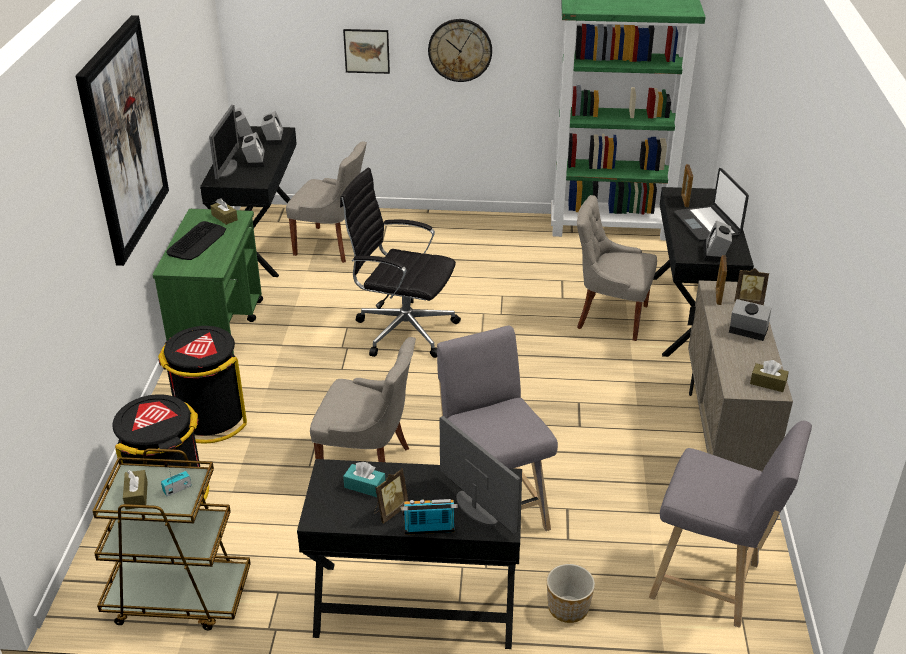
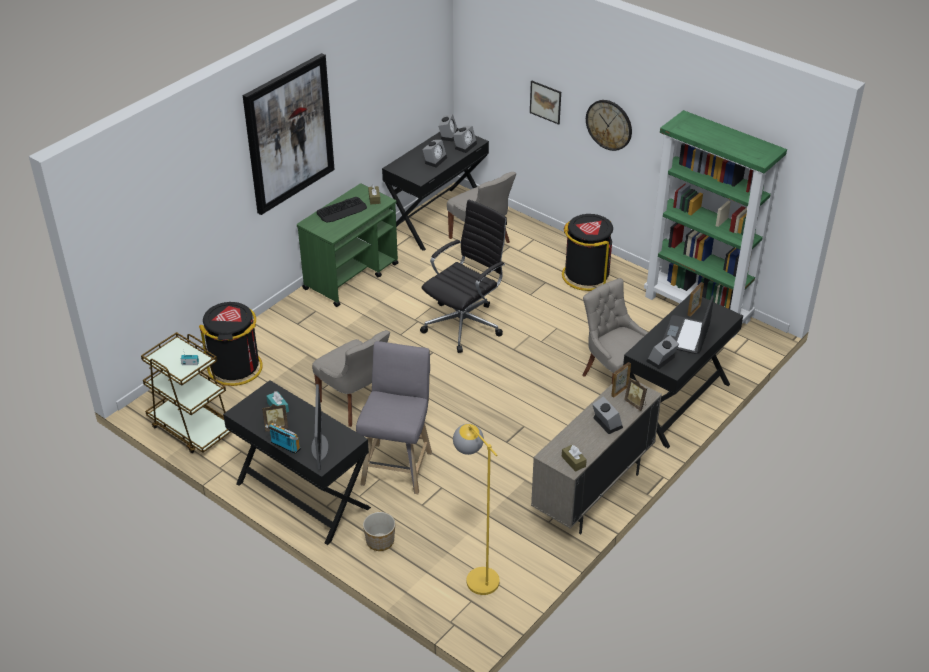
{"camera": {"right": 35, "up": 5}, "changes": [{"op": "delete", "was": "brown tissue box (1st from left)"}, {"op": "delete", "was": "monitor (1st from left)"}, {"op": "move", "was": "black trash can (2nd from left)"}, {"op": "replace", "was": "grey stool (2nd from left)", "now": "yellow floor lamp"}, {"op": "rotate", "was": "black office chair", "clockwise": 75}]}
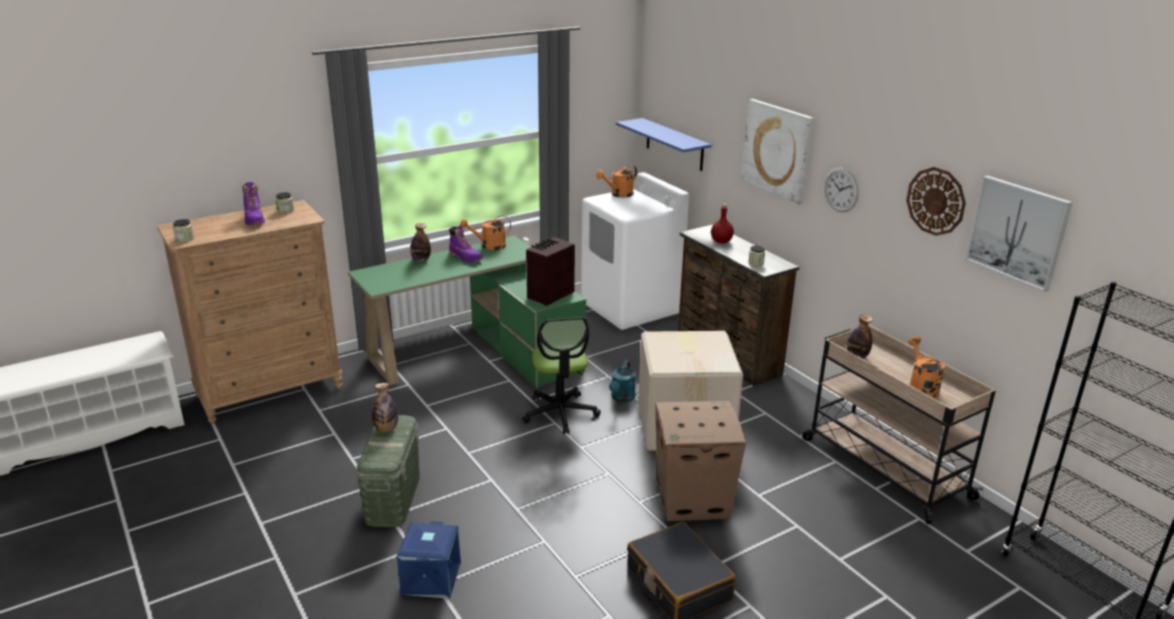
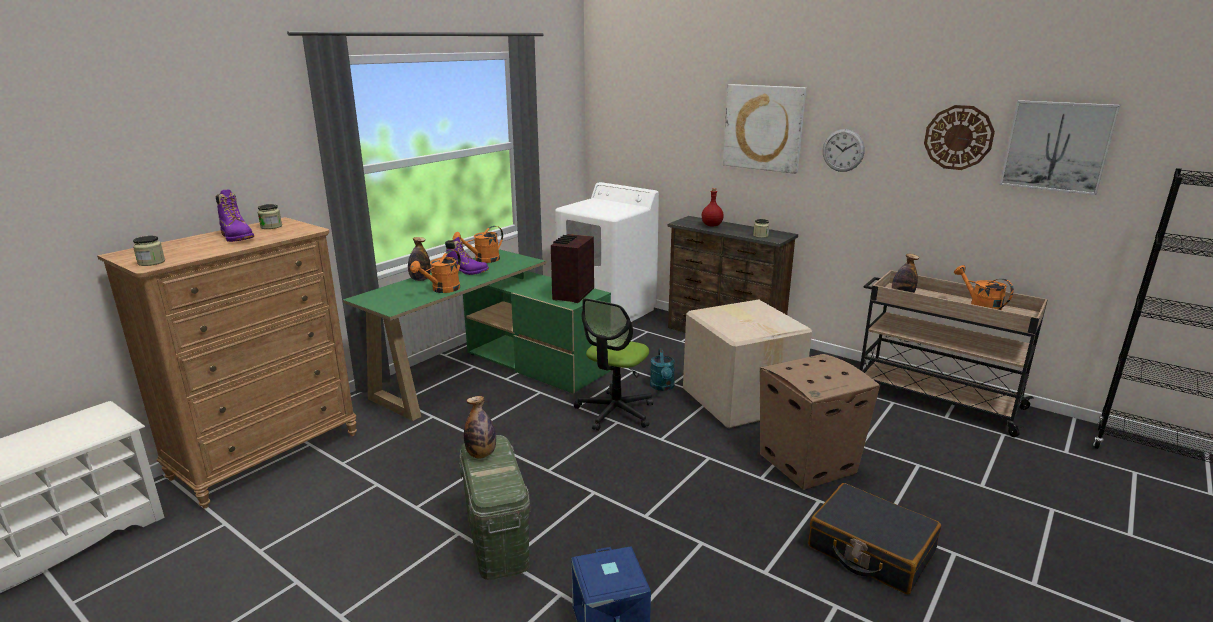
{"camera": {"right": -20, "up": -5}, "changes": [{"op": "delete", "was": "blue shelf"}, {"op": "move", "was": "orange watering can (2nd from left in the first image)", "now": "orange watering can (1st from left)"}, {"op": "rotate", "was": "office chair", "clockwise": 60}]}
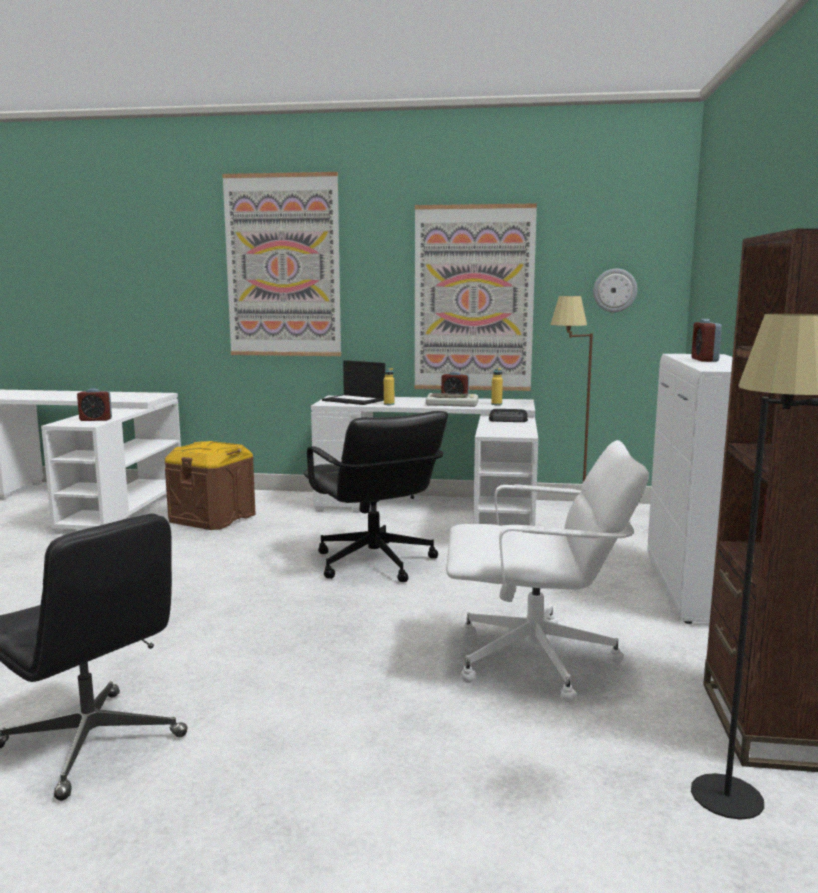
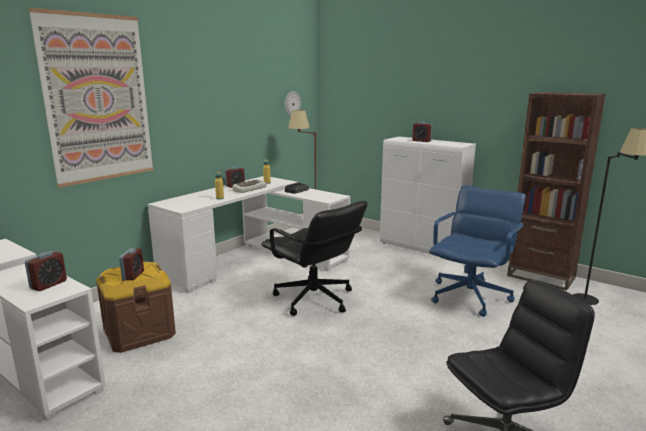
{"camera": {"right": -60, "up": 5}, "changes": [{"op": "delete", "was": "laptop"}, {"op": "delete", "was": "picture (2nd from left)"}, {"op": "insert", "now": "alarm clock (2nd from left)"}, {"op": "recolor", "was": "white office chair", "now": "blue office chair"}, {"op": "rotate", "was": "black office chair (2nd from left in the first image)", "clockwise": 45}]}
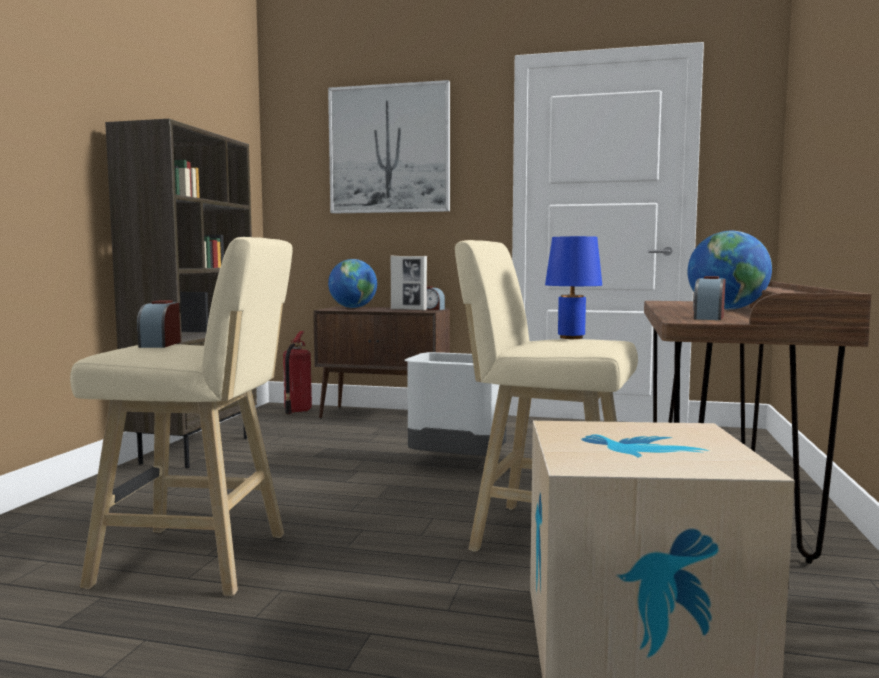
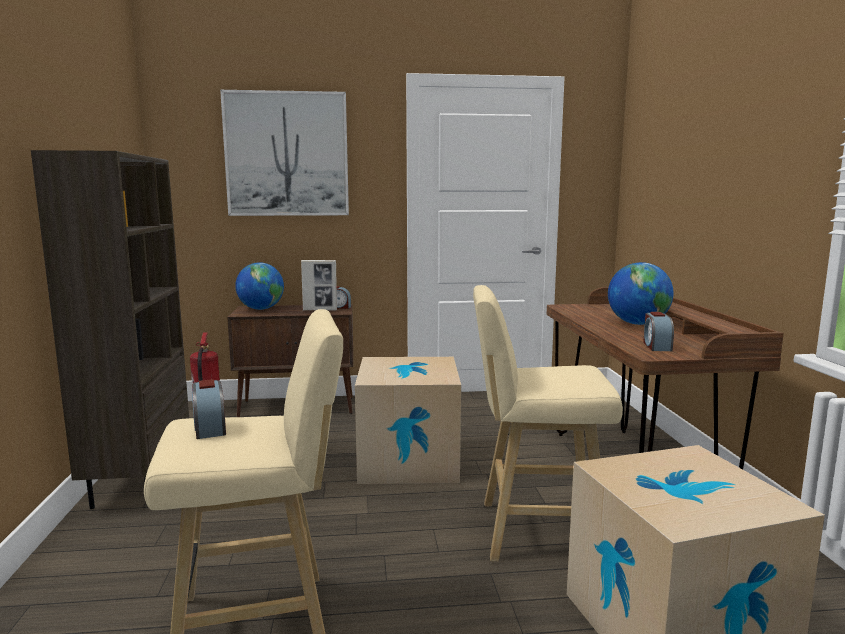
{"camera": {"right": -20, "up": 5}, "changes": [{"op": "delete", "was": "blue table lamp"}, {"op": "replace", "was": "grey trash can", "now": "cardboard box (1st from left)"}]}
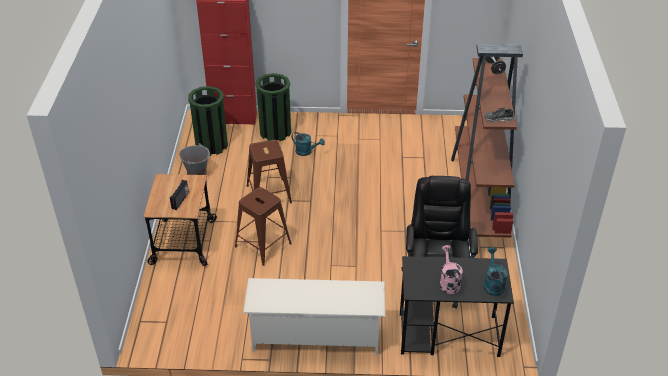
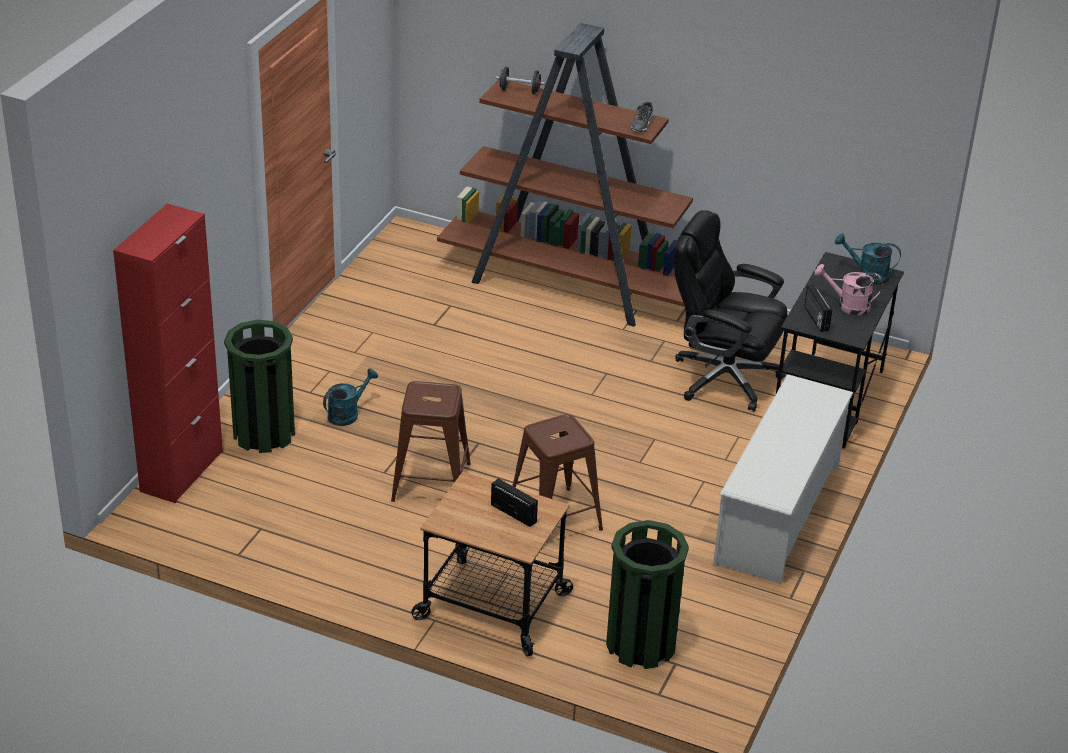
{"camera": {"right": -70, "up": -5}, "changes": [{"op": "delete", "was": "grey bucket"}, {"op": "insert", "now": "radio (2nd from left)"}, {"op": "move", "was": "green trash can (1st from left in the first image)", "now": "green trash can (2nd from left)"}]}
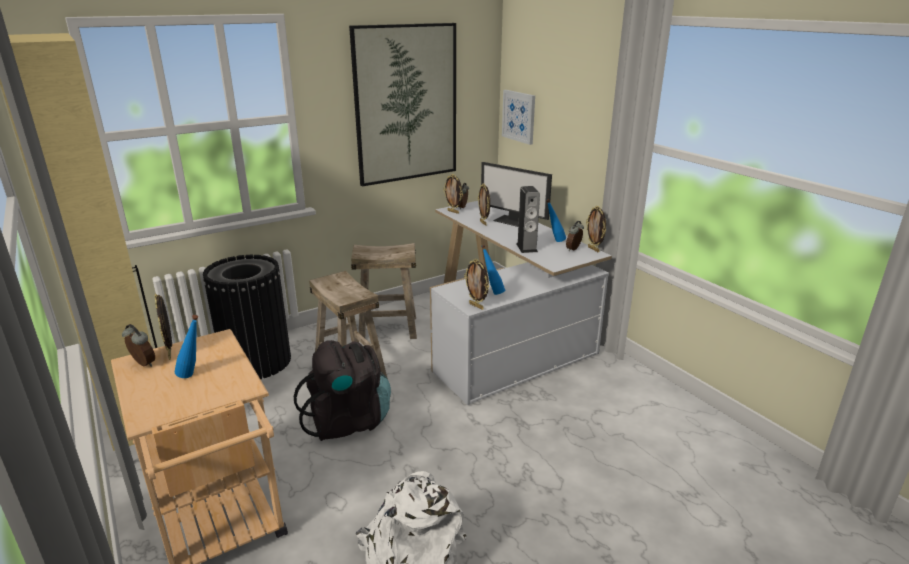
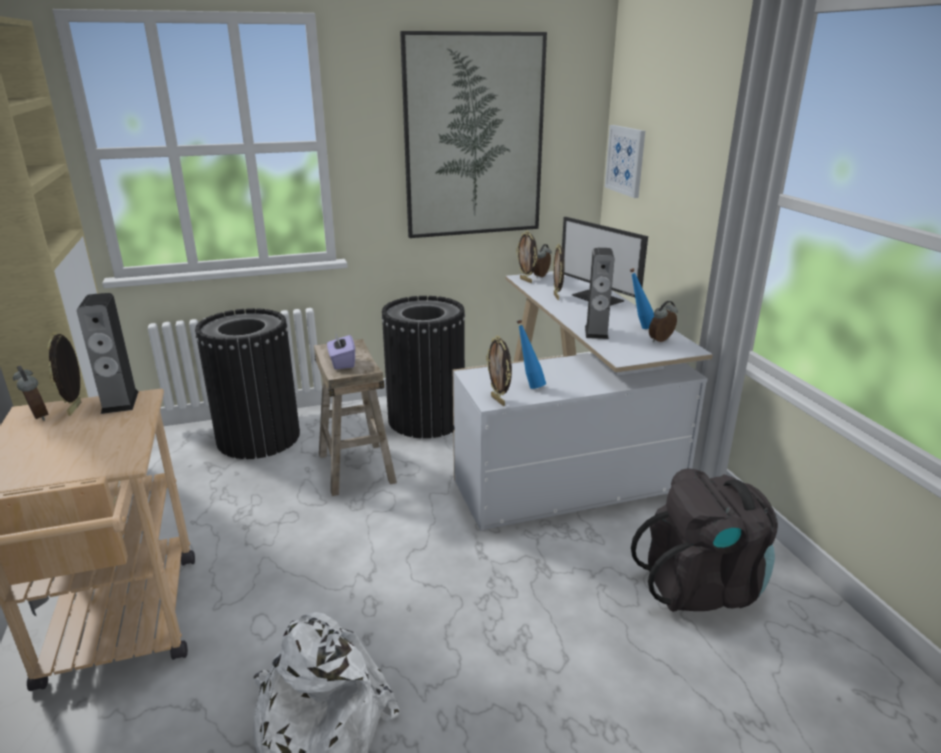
{"camera": {"right": 15, "up": 0}, "changes": [{"op": "delete", "was": "blue bottle (1st from left)"}, {"op": "delete", "was": "picture frame (5th from left)"}, {"op": "insert", "now": "speaker (1st from left)"}, {"op": "insert", "now": "purple tissue box"}, {"op": "move", "was": "black backpack"}, {"op": "replace", "was": "beige stool (2nd from left)", "now": "black trash can (2nd from left)"}]}
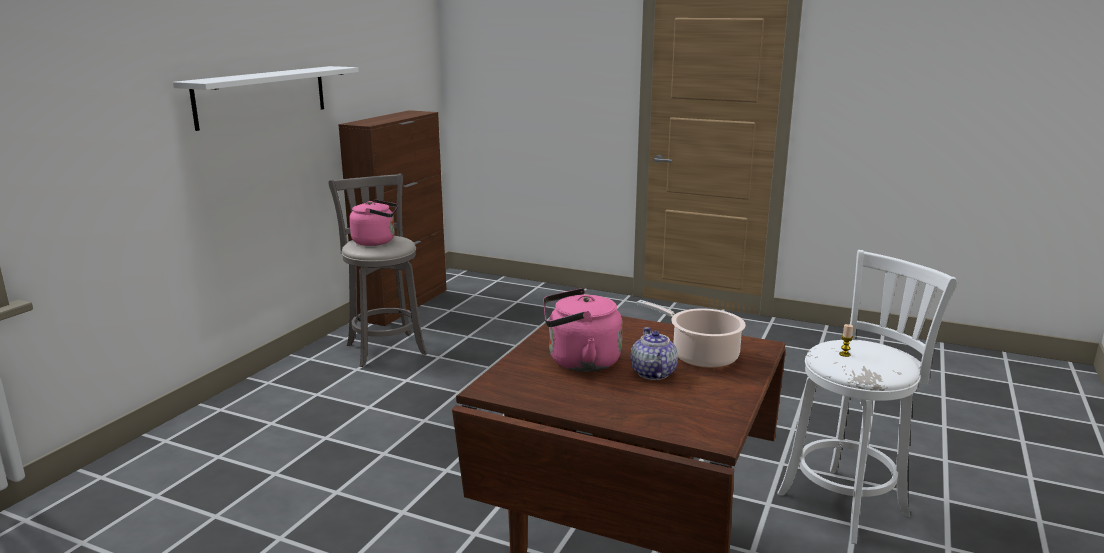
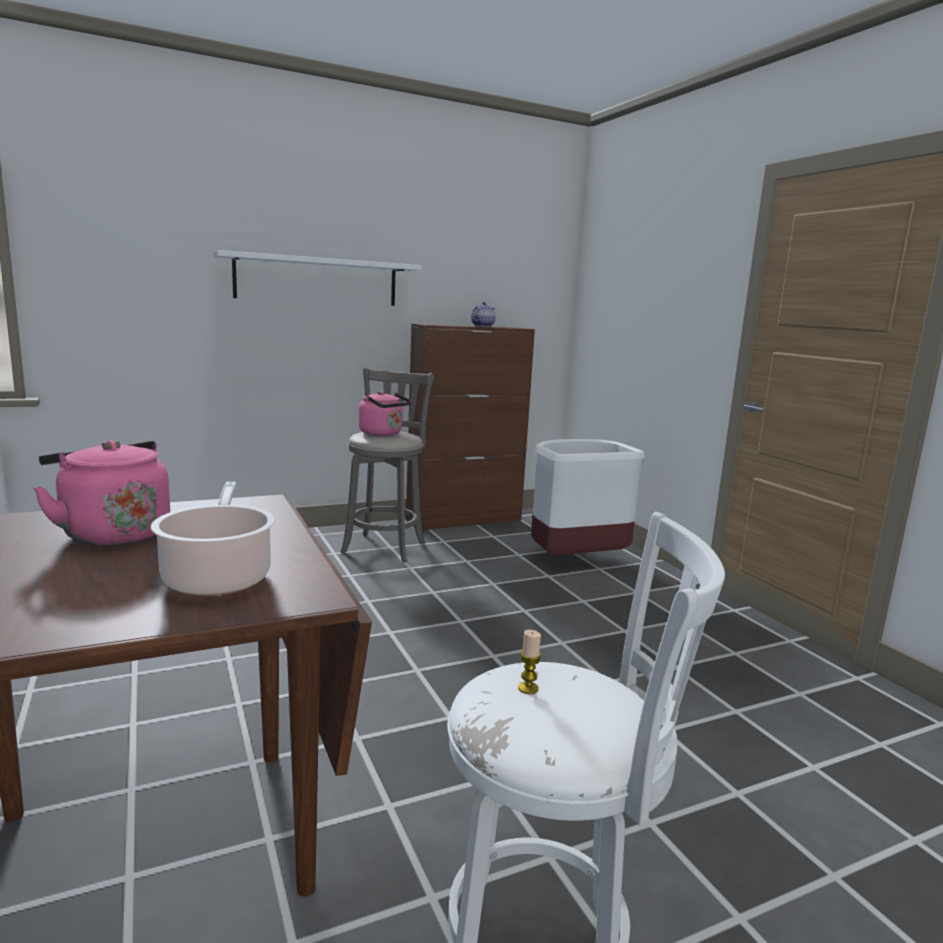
{"camera": {"right": 40, "up": -5}, "changes": [{"op": "insert", "now": "white trash can"}, {"op": "move", "was": "teapot"}]}
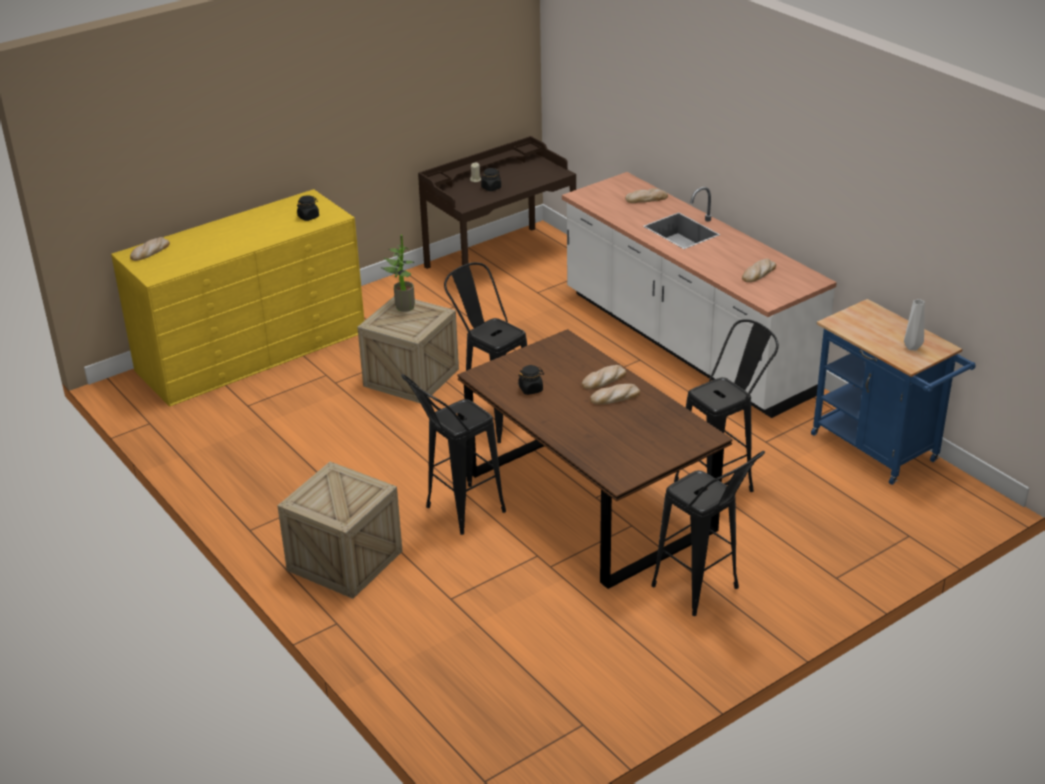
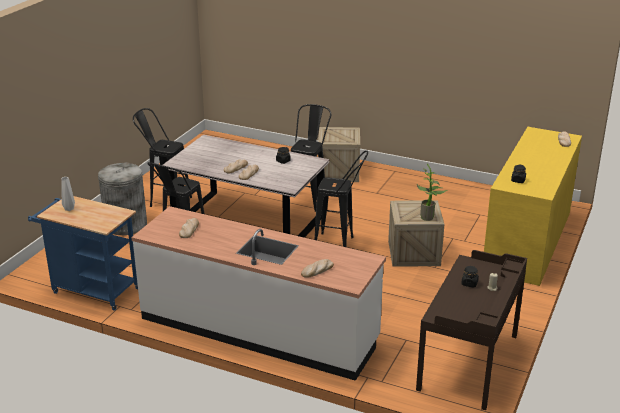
{"camera": {"right": 150, "up": -5}, "changes": [{"op": "insert", "now": "grey trash can"}, {"op": "recolor", "was": "brown dining table", "now": "grey dining table"}]}
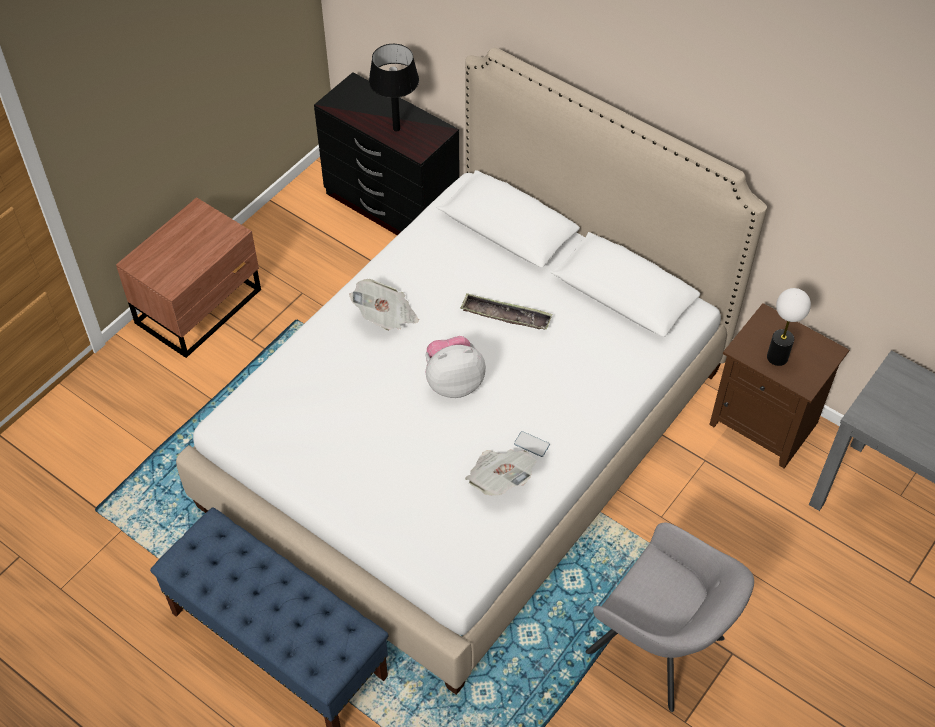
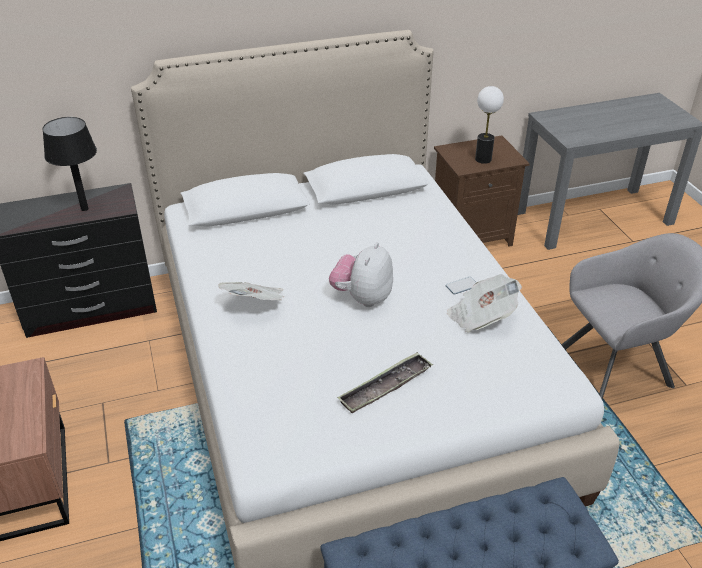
{"camera": {"right": -55, "up": -15}, "changes": [{"op": "move", "was": "tray"}]}
